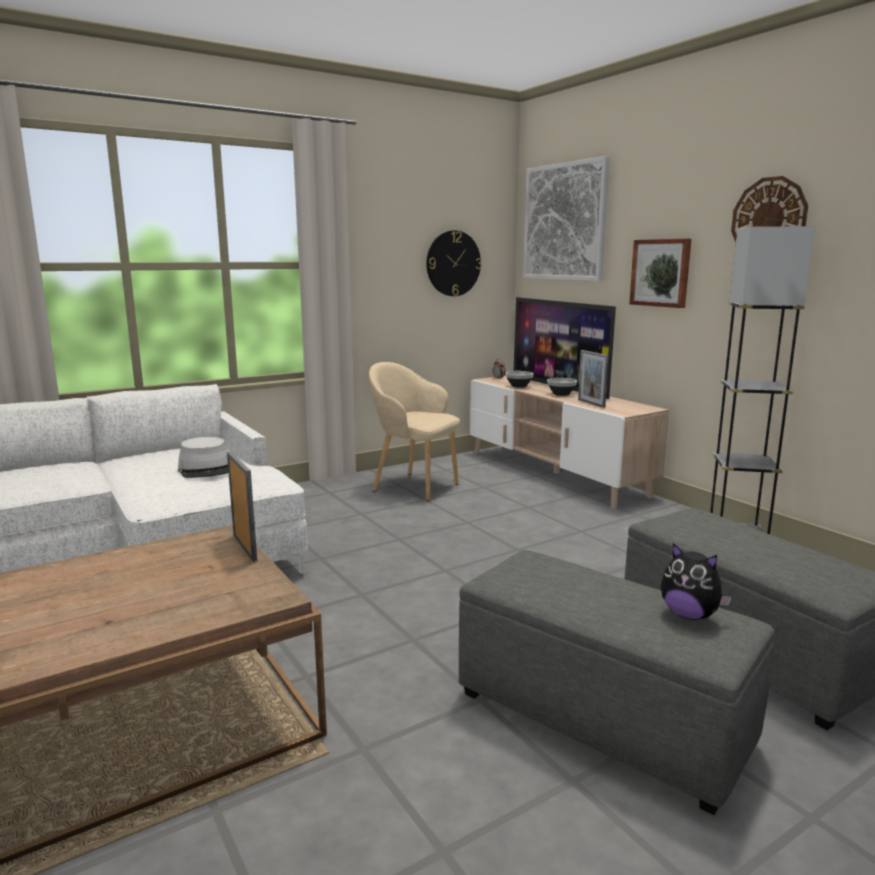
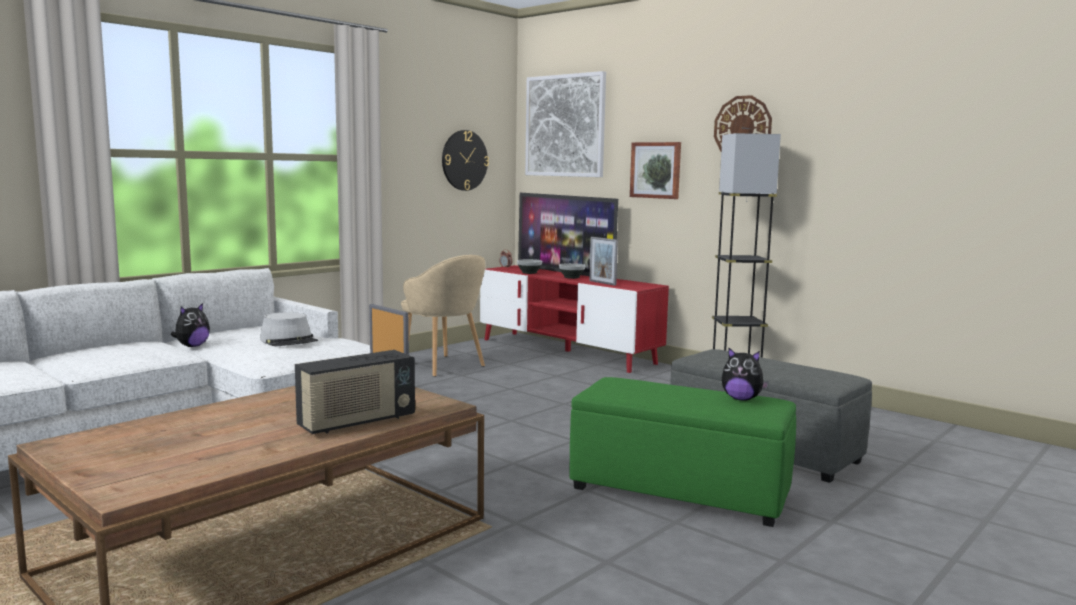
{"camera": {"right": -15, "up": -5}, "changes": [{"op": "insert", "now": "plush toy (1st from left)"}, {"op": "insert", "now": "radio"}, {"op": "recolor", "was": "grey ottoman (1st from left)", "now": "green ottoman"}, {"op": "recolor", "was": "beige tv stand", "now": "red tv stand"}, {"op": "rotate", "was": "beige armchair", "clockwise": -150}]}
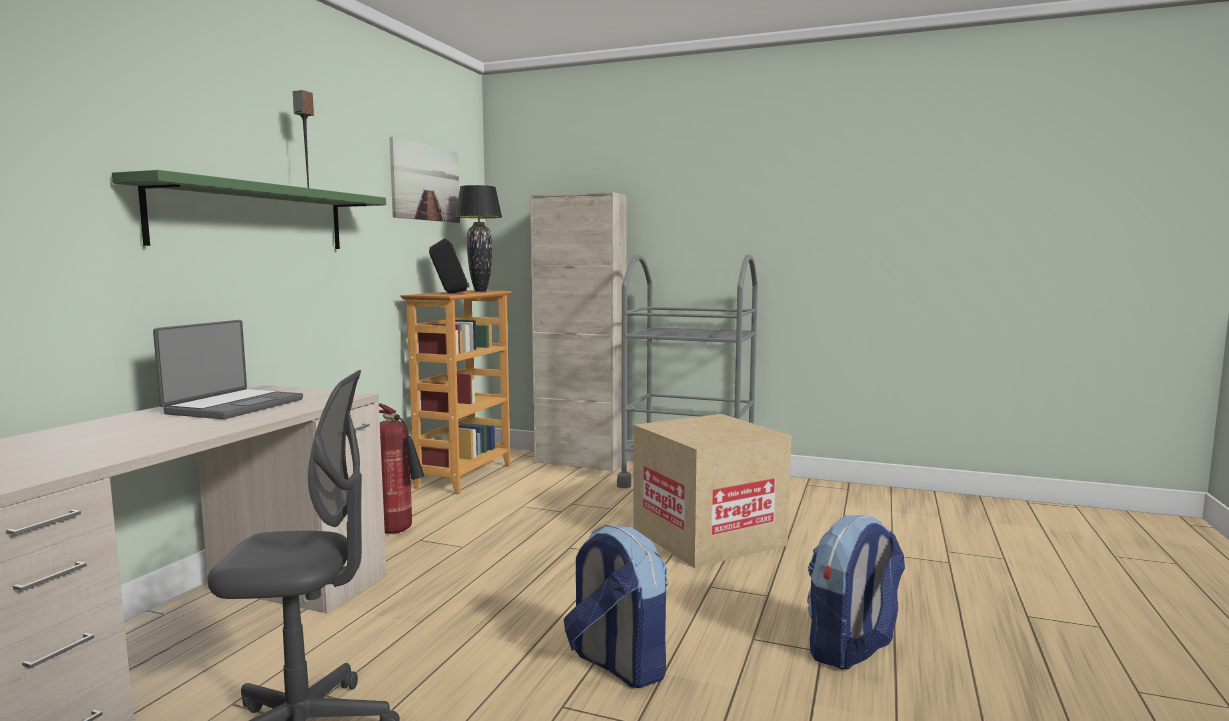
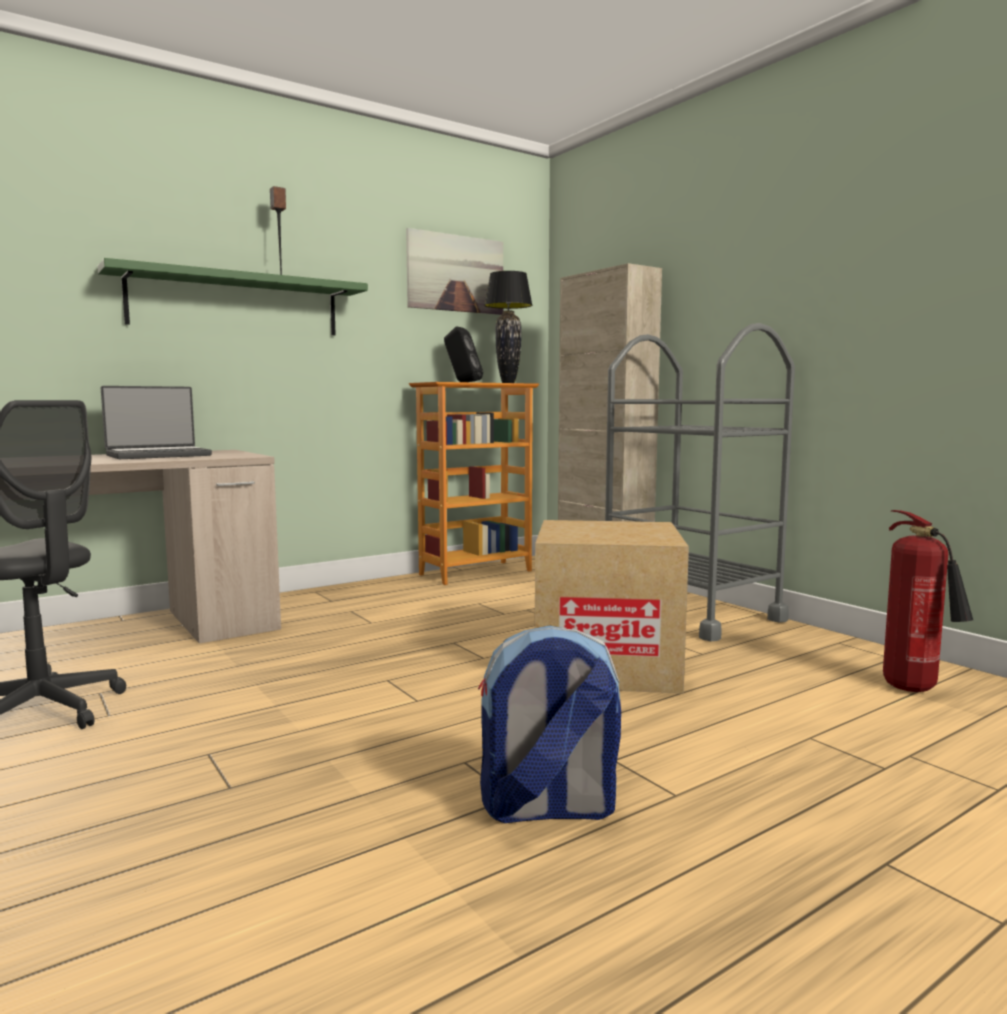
{"camera": {"right": 35, "up": 0}, "changes": [{"op": "delete", "was": "backpack (1st from left)"}, {"op": "move", "was": "fire extinguisher"}]}
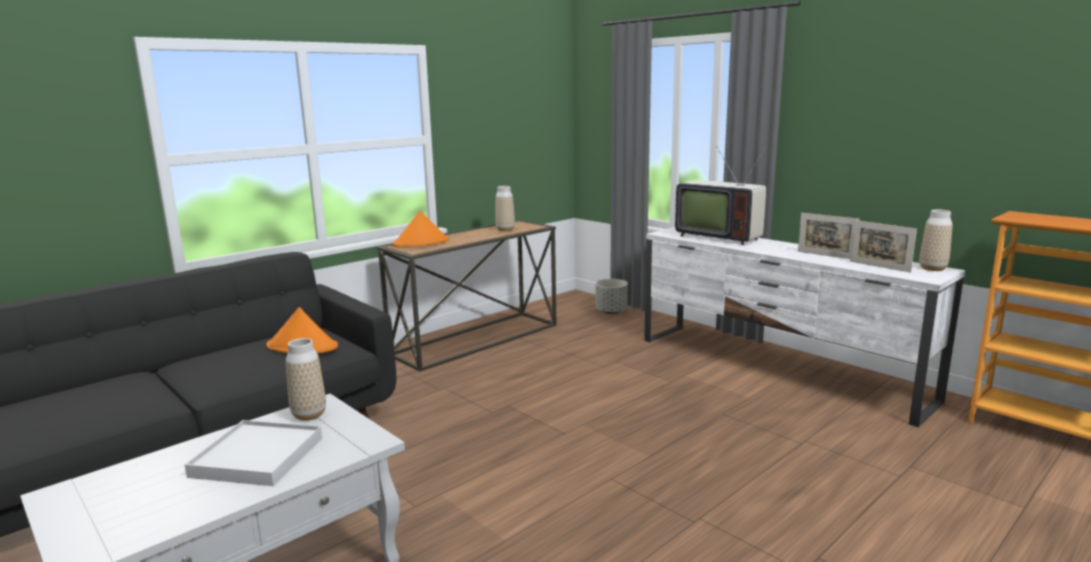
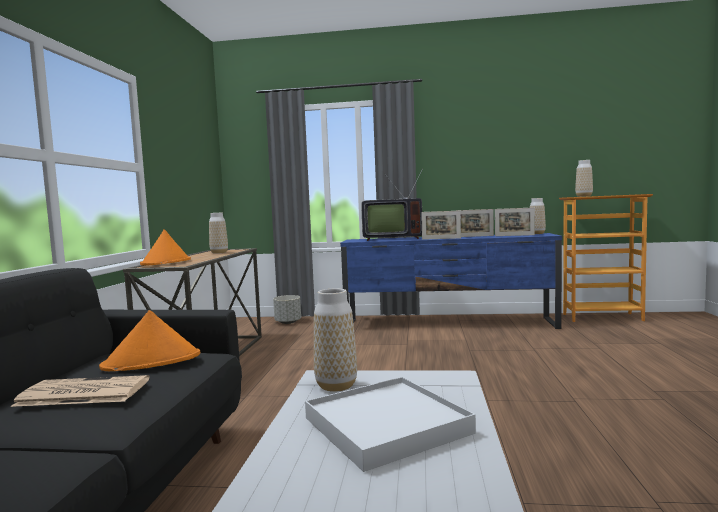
{"camera": {"right": -40, "up": -10}, "changes": [{"op": "insert", "now": "newspaper"}, {"op": "insert", "now": "picture frame (1st from left)"}, {"op": "insert", "now": "vase (4th from left)"}, {"op": "recolor", "was": "white tv stand", "now": "blue tv stand"}]}
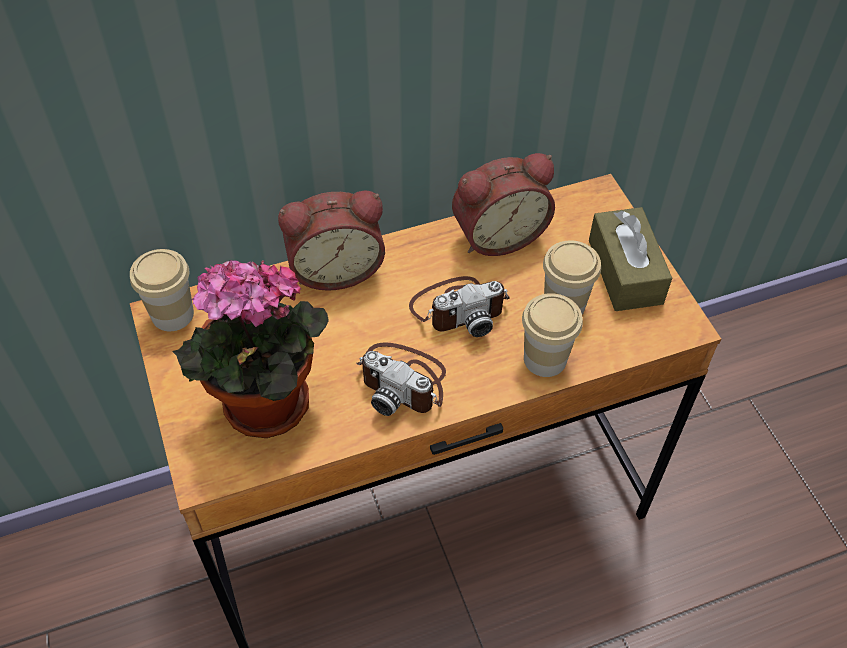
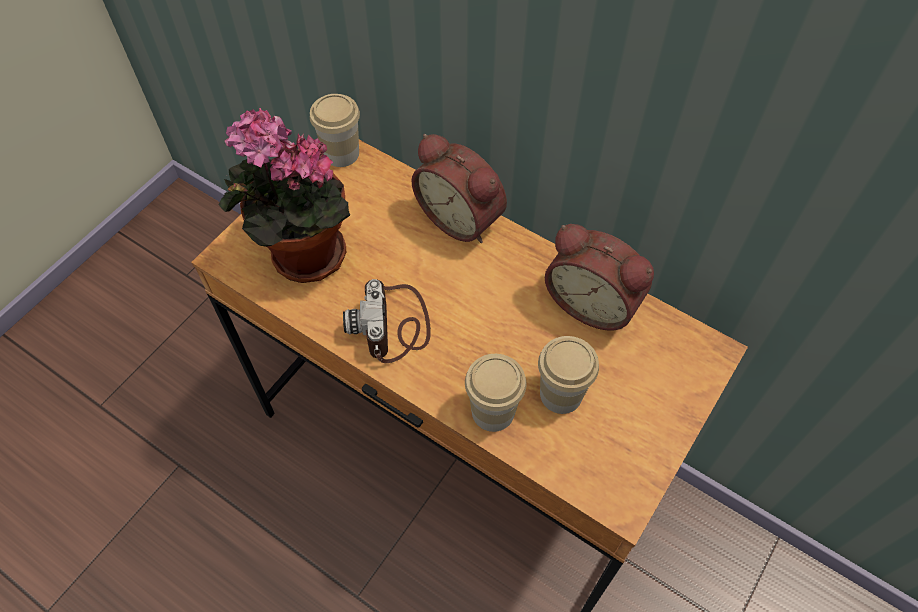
{"camera": {"right": 55, "up": 5}, "changes": [{"op": "delete", "was": "photo camera (2nd from left)"}, {"op": "delete", "was": "brown tissue box"}]}
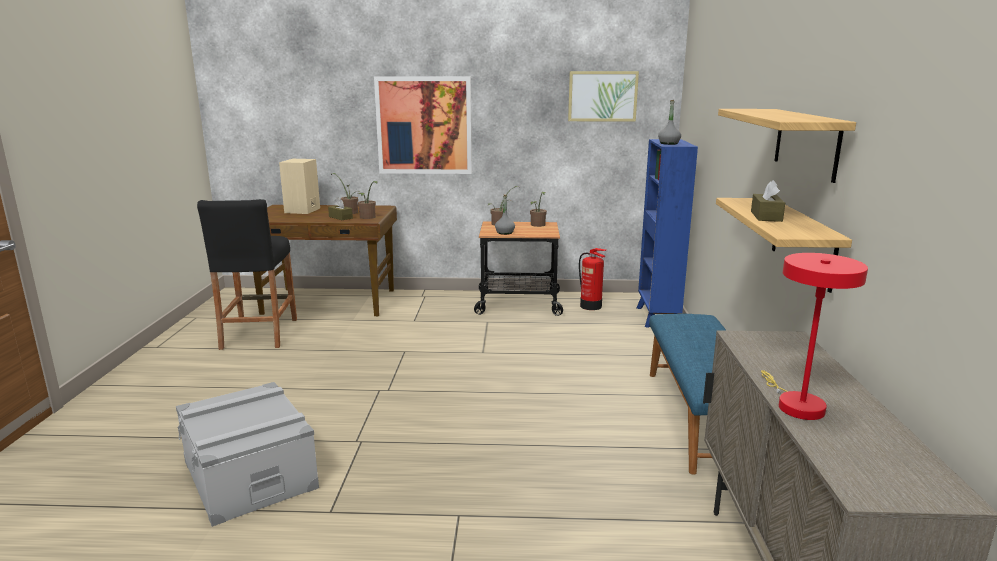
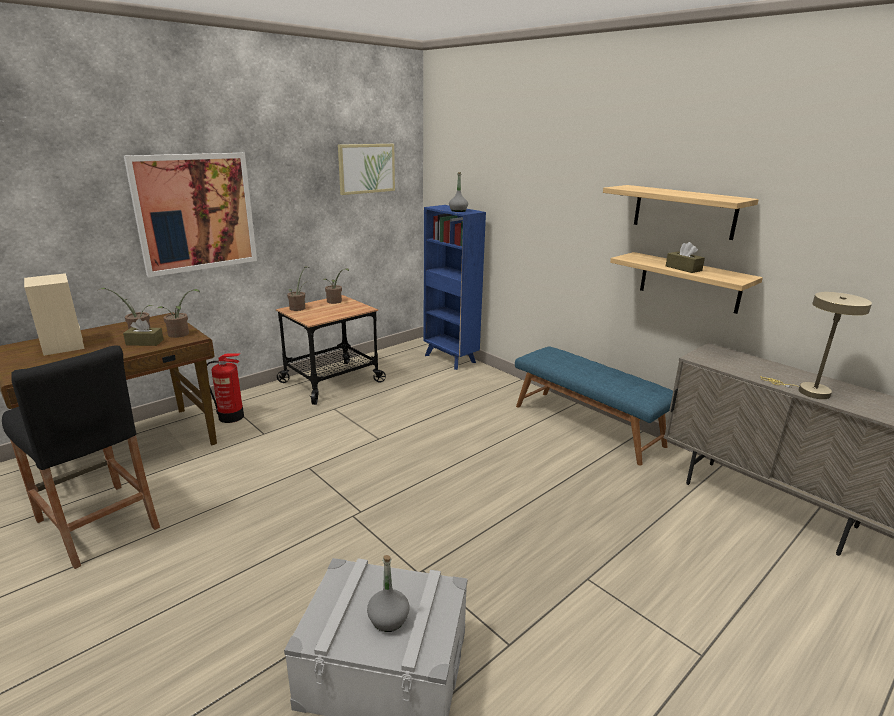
{"camera": {"right": -45, "up": 5}, "changes": [{"op": "move", "was": "grey bottle (1st from left)"}, {"op": "move", "was": "fire extinguisher"}, {"op": "recolor", "was": "red table lamp", "now": "beige table lamp"}]}
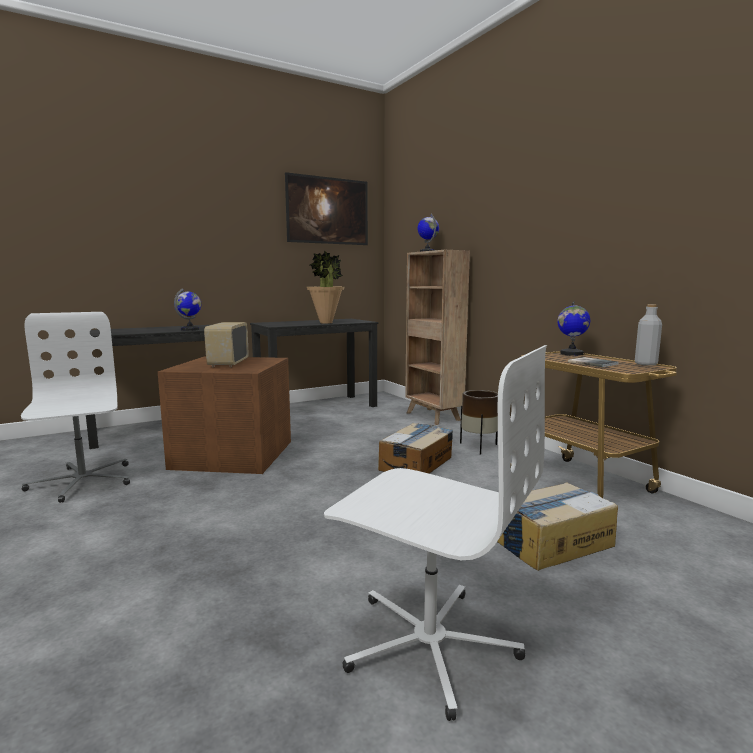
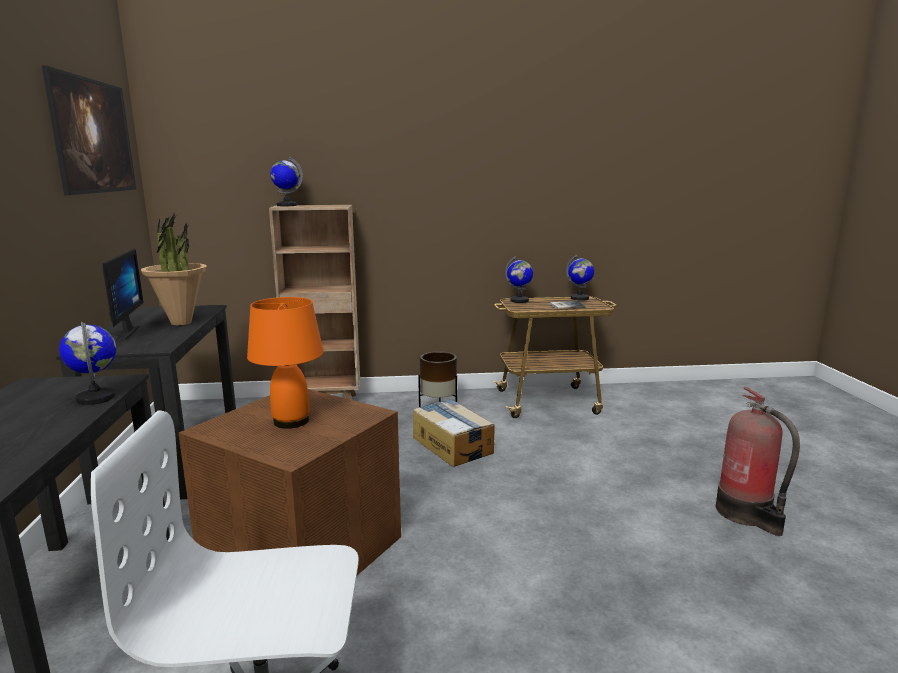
{"camera": {"right": -65, "up": 5}, "changes": [{"op": "delete", "was": "cardboard box (2nd from left)"}, {"op": "insert", "now": "monitor"}, {"op": "replace", "was": "radio", "now": "orange table lamp"}, {"op": "replace", "was": "white office chair (2nd from left)", "now": "fire extinguisher"}, {"op": "replace", "was": "grey bottle", "now": "globe (4th from left)"}]}
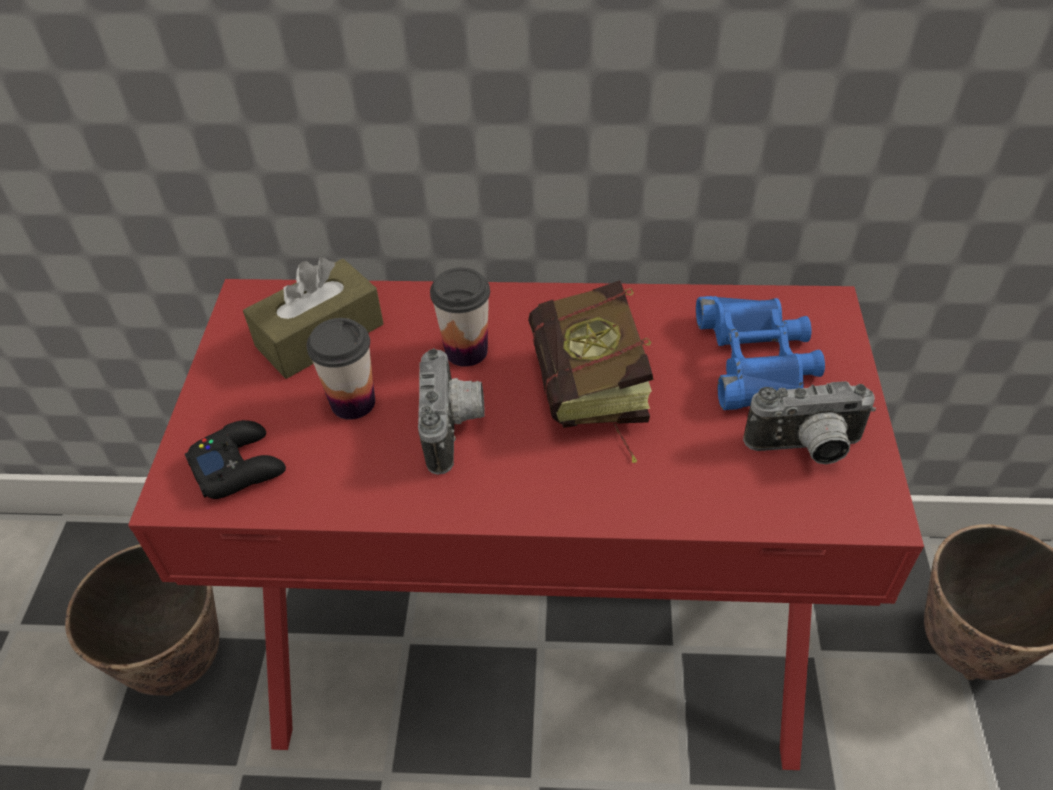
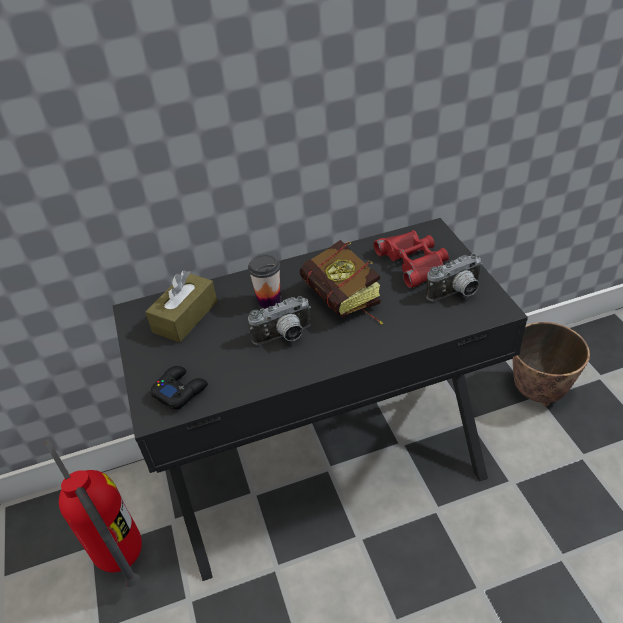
{"camera": {"right": -20, "up": -5}, "changes": [{"op": "delete", "was": "cup (1st from left)"}, {"op": "replace", "was": "planter (1st from left)", "now": "fire extinguisher"}, {"op": "recolor", "was": "red desk", "now": "black desk"}, {"op": "recolor", "was": "blue binoculars", "now": "red binoculars"}, {"op": "rotate", "was": "photo camera (1st from left)", "clockwise": 90}]}
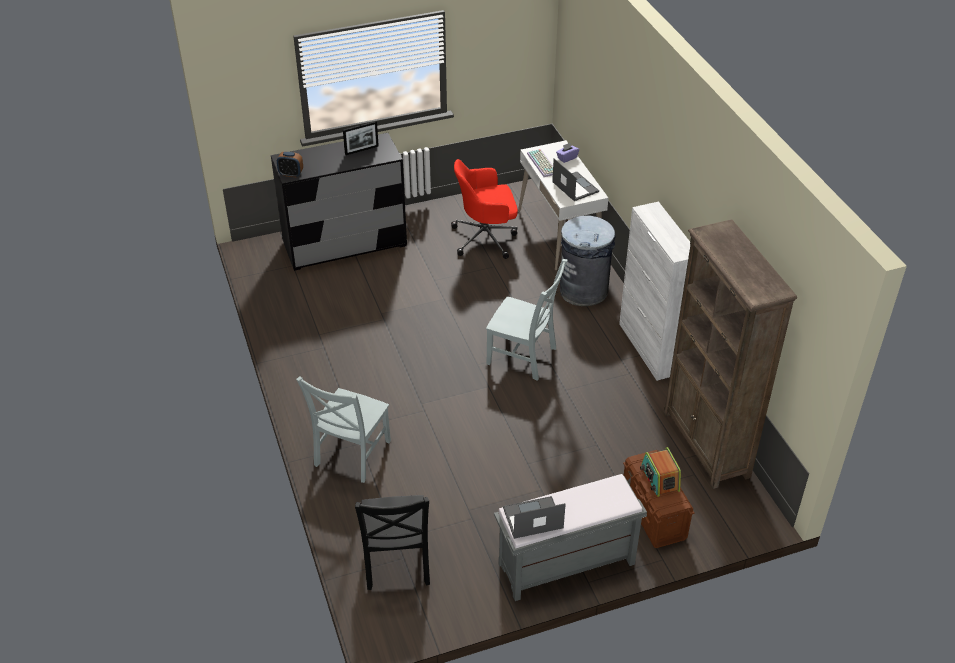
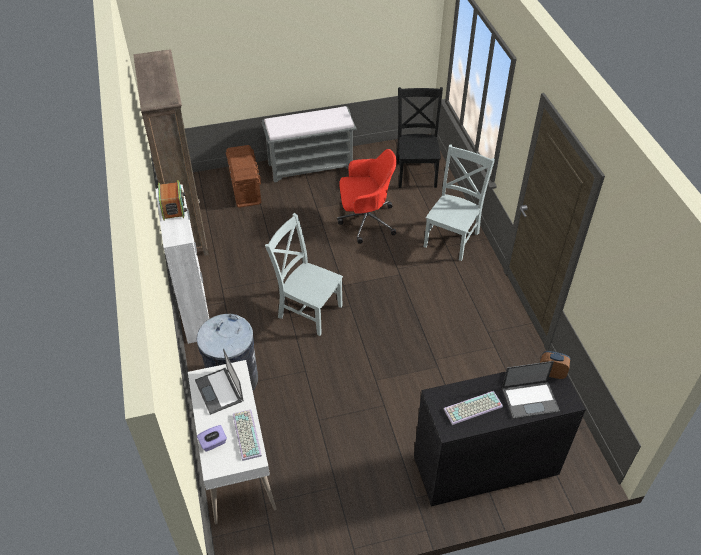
{"camera": {"right": -175, "up": 5}, "changes": [{"op": "move", "was": "red office chair"}, {"op": "move", "was": "laptop (1st from left in the first image)", "now": "laptop (2nd from left)"}, {"op": "move", "was": "radio"}, {"op": "replace", "was": "picture frame", "now": "keyboard (2nd from left)"}]}
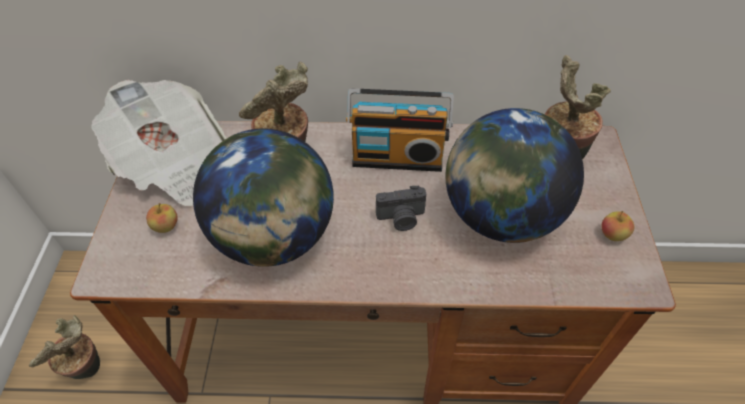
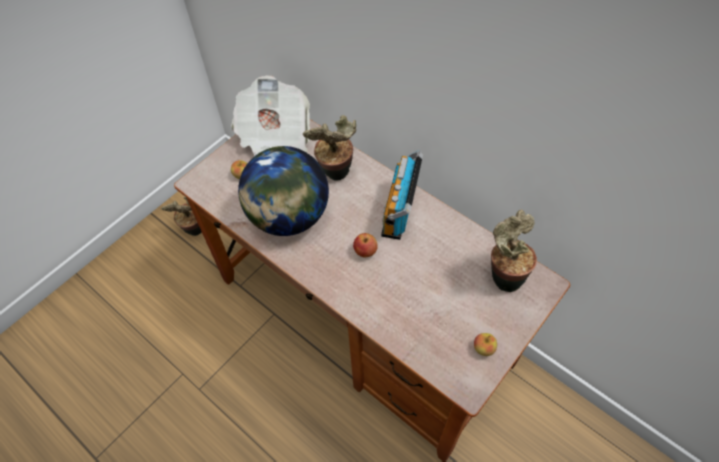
{"camera": {"right": 40, "up": 5}, "changes": [{"op": "delete", "was": "globe (2nd from left)"}, {"op": "replace", "was": "photo camera", "now": "apple (2nd from left)"}, {"op": "rotate", "was": "radio", "clockwise": 60}]}
